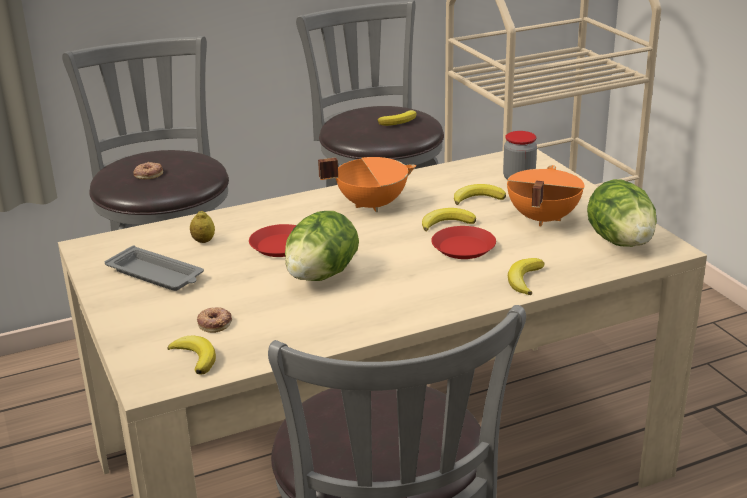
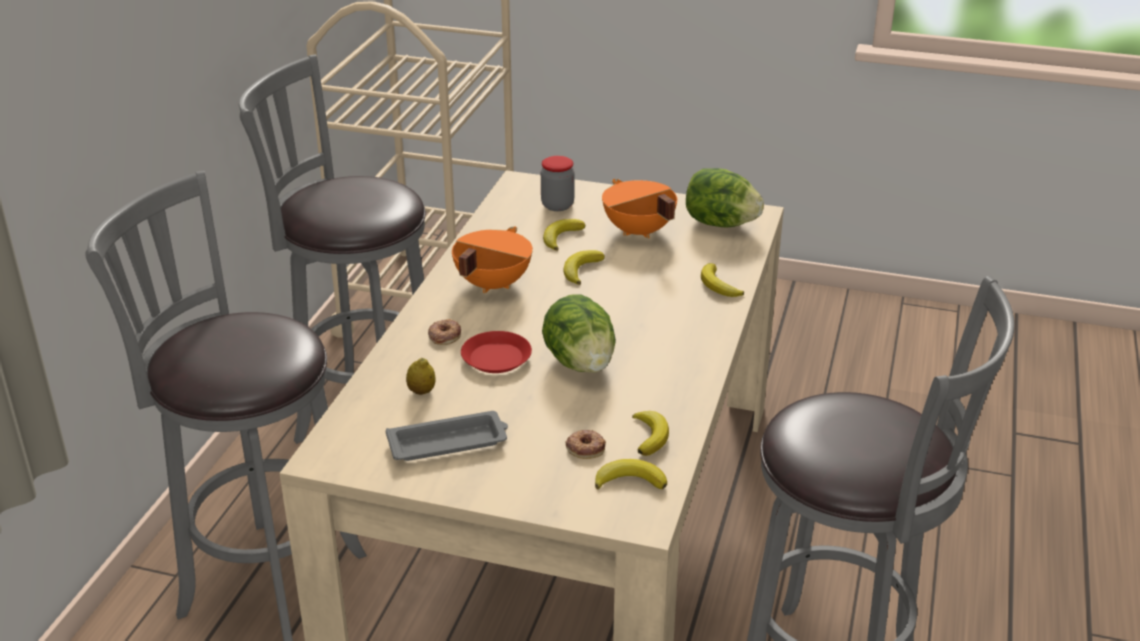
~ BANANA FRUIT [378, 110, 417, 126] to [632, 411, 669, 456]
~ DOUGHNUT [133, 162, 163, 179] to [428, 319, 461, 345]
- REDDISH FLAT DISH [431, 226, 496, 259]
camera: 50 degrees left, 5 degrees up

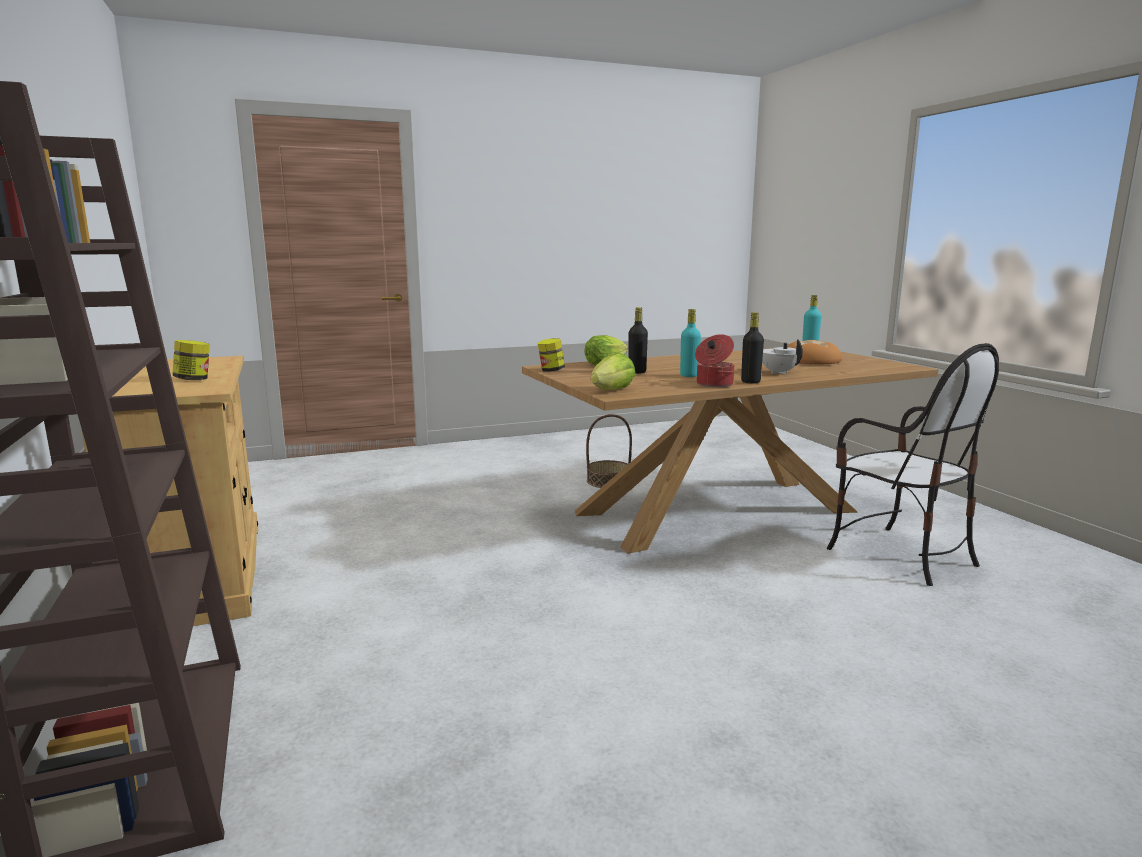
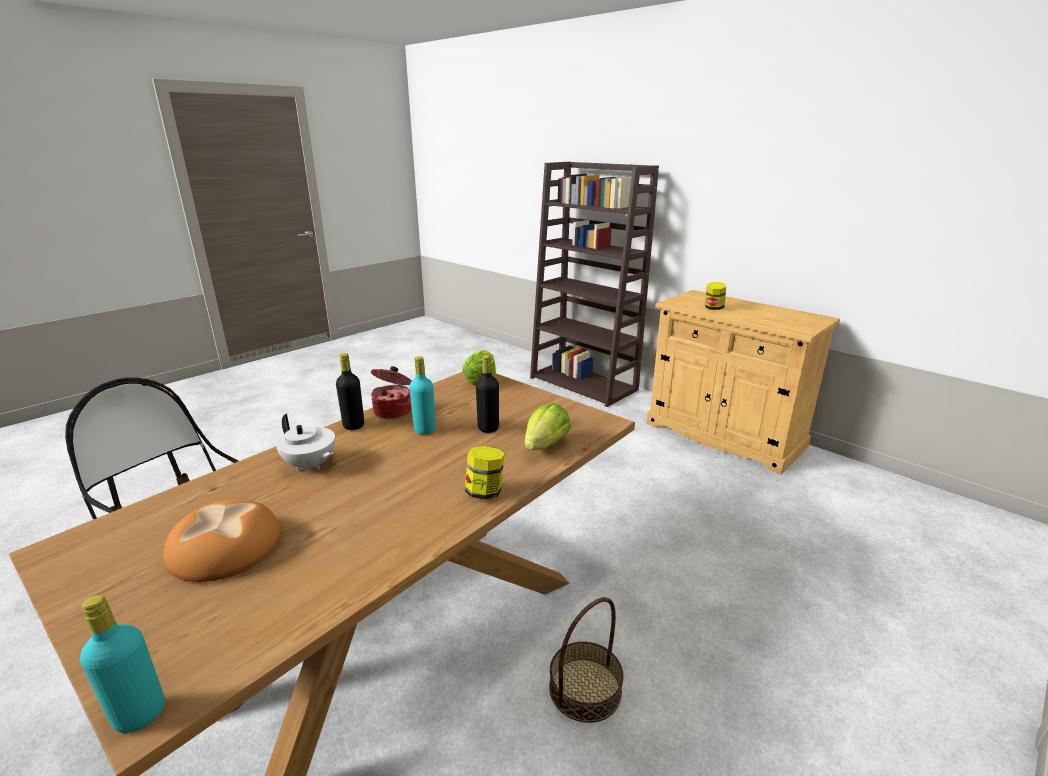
~ STORAGE JAR [537, 338, 565, 372] to [465, 446, 505, 500]
camera: 155 degrees right, 10 degrees up

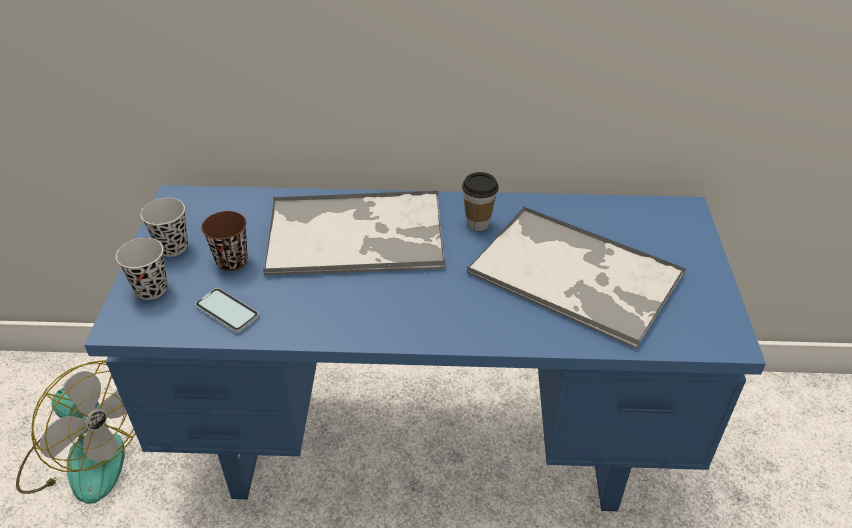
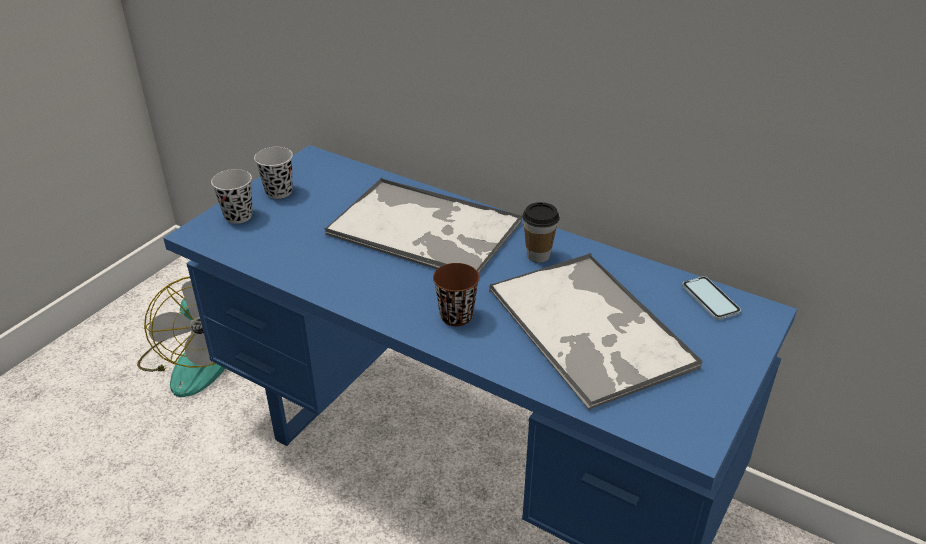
~ BROWN SMALL CUP [201, 211, 248, 271] to [433, 263, 480, 326]
~ PHONE [195, 288, 259, 333] to [682, 276, 741, 320]
camera: 30 degrees right, 5 degrees down

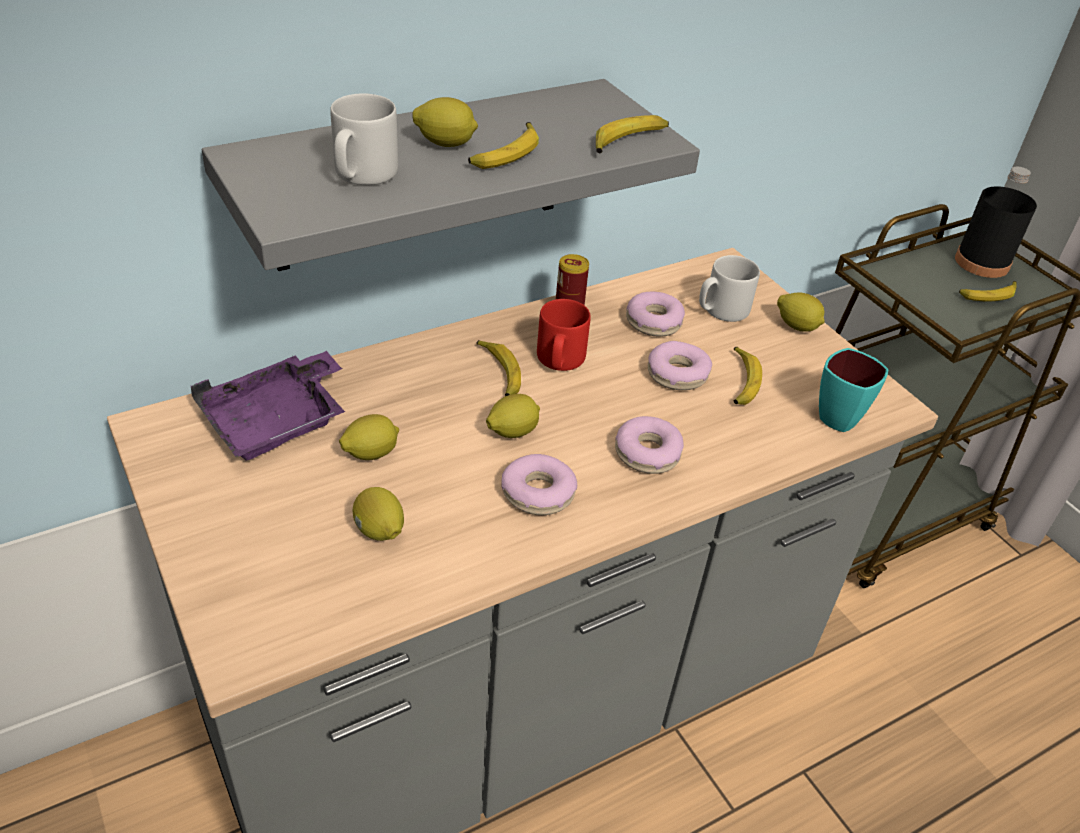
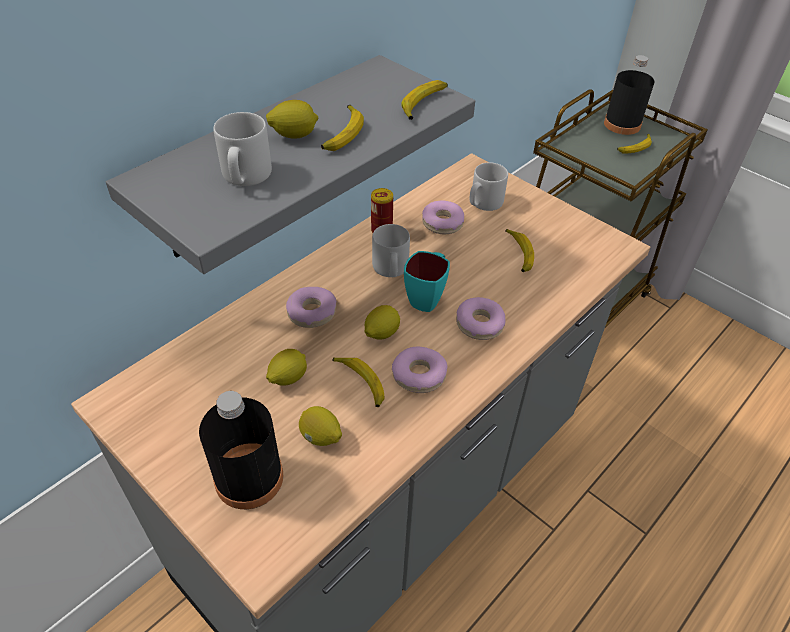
- LEMON [777, 293, 824, 332]
~ REDDISH TEA MUG [537, 299, 591, 371] to GRAY TEA MUG [372, 224, 410, 277]
~ BANANA FRUIT [476, 340, 521, 396] to [332, 358, 384, 407]
~ DOUGHNUT [648, 341, 712, 390] to [286, 287, 336, 328]
~ TURQUOISE TEA MUG [819, 348, 888, 432] to [404, 251, 450, 312]
- PURPLE-COLOURED CARRYING TRAY [191, 351, 345, 460]
+ BLACK BEVERAGE BOTTLE [199, 391, 283, 509]
camera: 15 degrees left, 5 degrees up

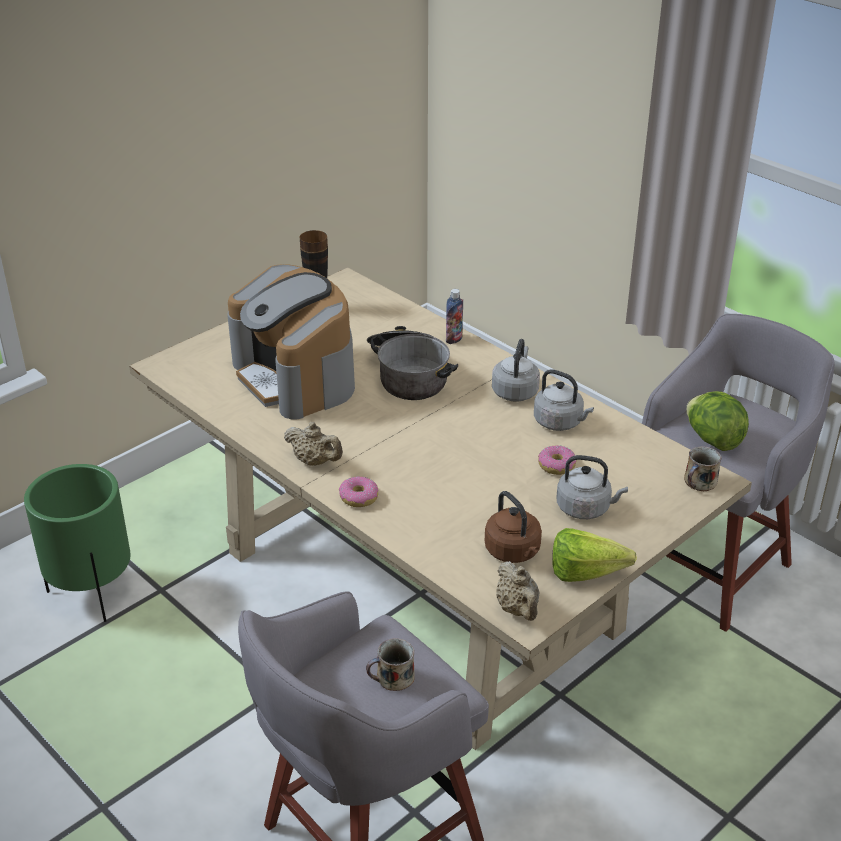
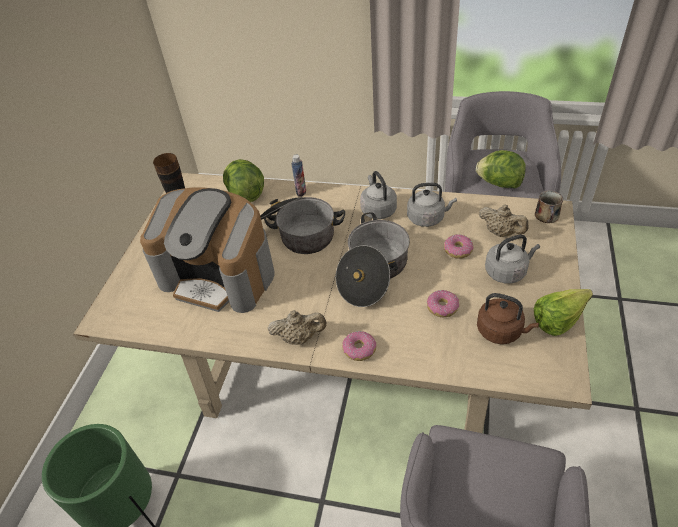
~ SAND-COLOURED POT FOR TEA [496, 561, 540, 621] to [479, 204, 529, 237]
- TEA MUG [366, 638, 415, 691]
+ HEAD OF LETTUCE [223, 159, 264, 202]
+ SAUCEPOT [336, 212, 410, 307]
+ DOUGHNUT [427, 290, 459, 317]
camera: 30 degrees left, 10 degrees up

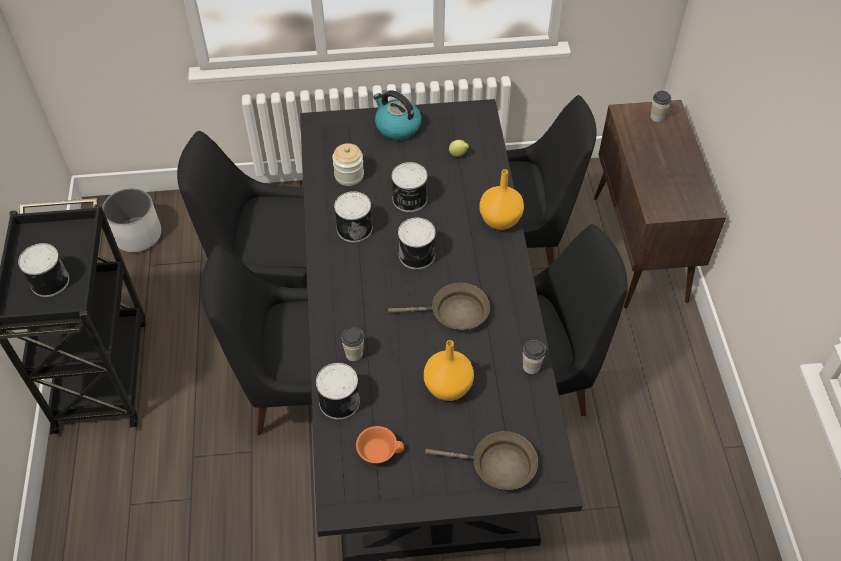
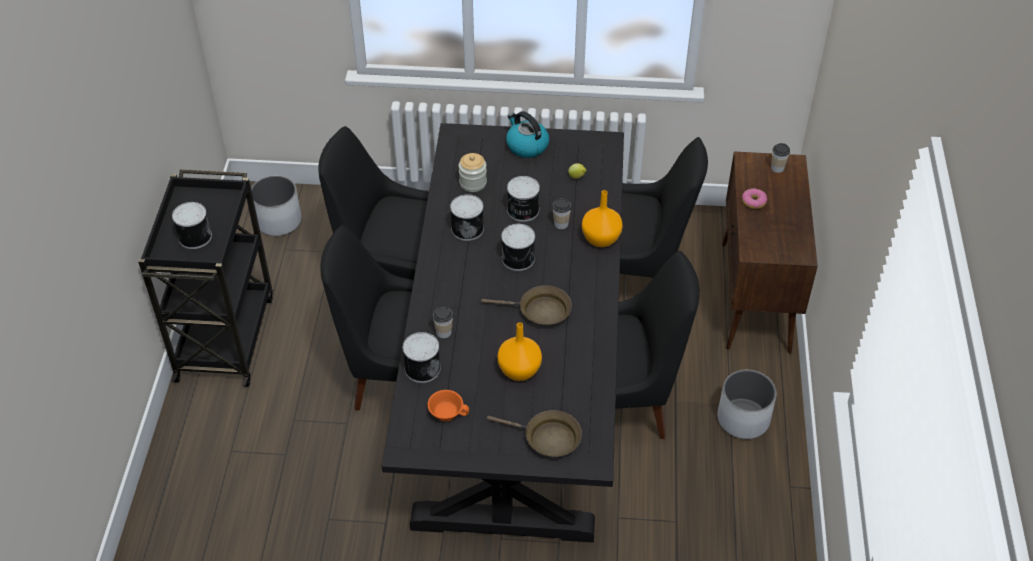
~ SMALL CUP [523, 340, 546, 374] to [553, 199, 571, 229]
+ DOUGHNUT [742, 188, 767, 209]
+ WHITISH PLANTER [717, 370, 777, 439]
camera: 10 degrees right, 5 degrees down

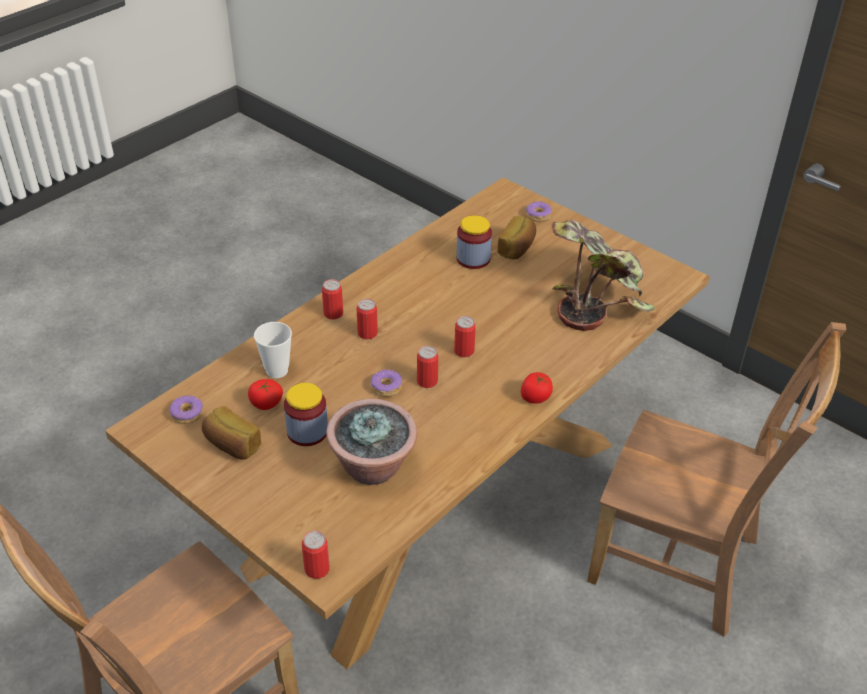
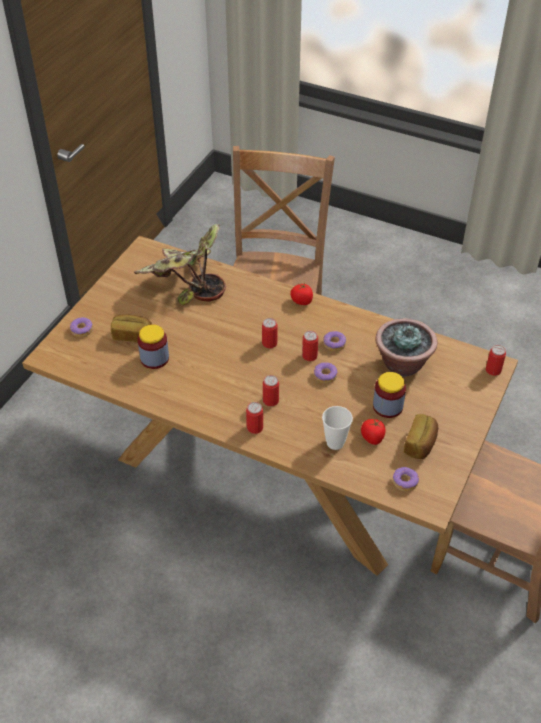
+ DOUGHNUT [323, 331, 346, 351]
camera: 105 degrees left, 5 degrees up

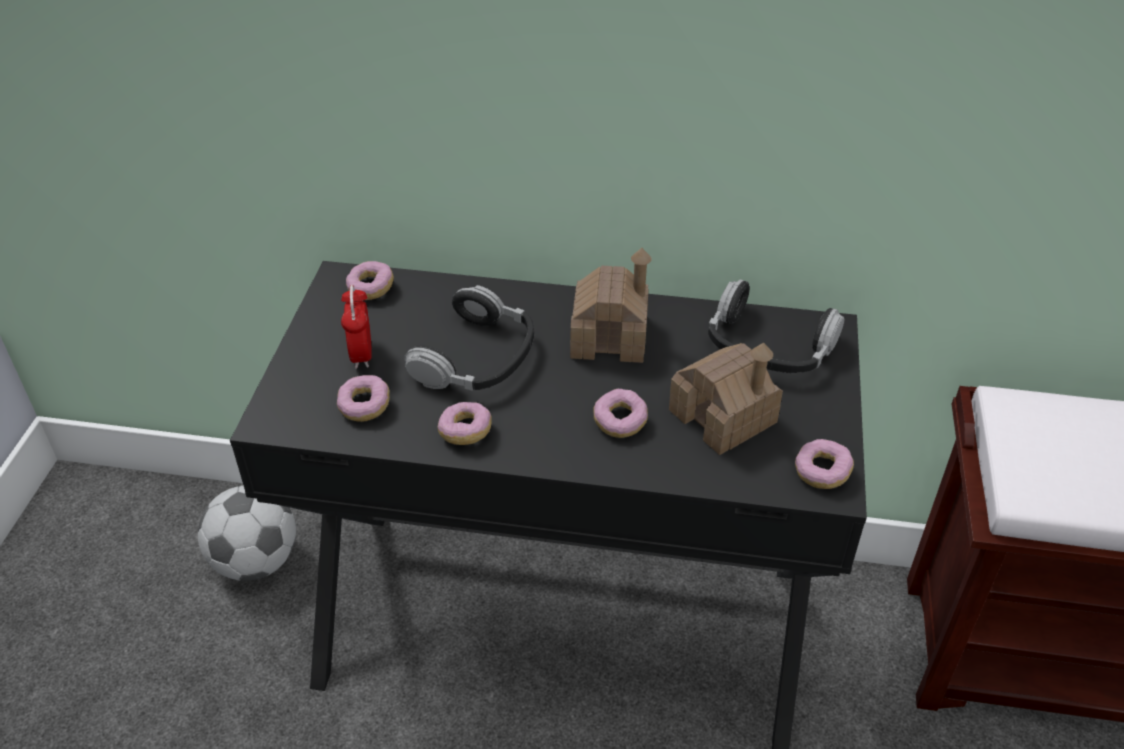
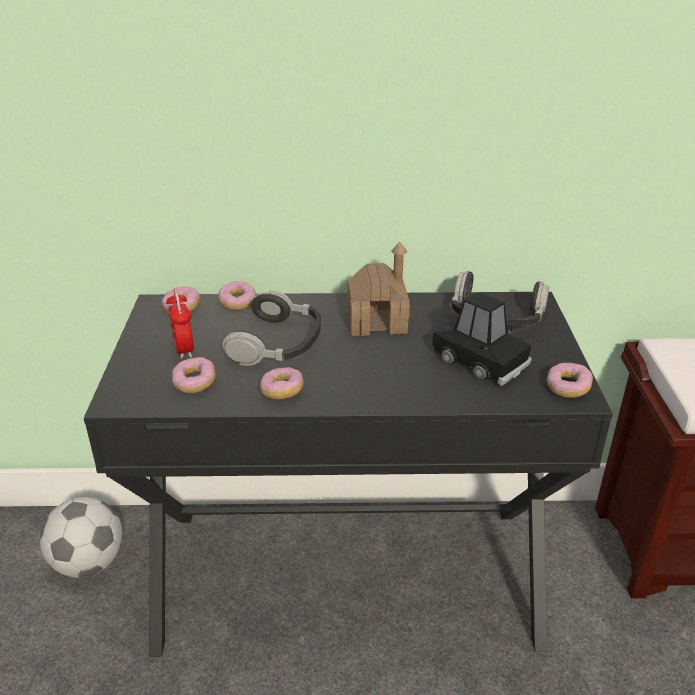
~ MODEL HOUSE [669, 343, 783, 455] to BLACK MINIATURE CAR [432, 292, 532, 386]
~ DOUGHNUT [594, 389, 648, 438] to [218, 281, 256, 311]
camera: 10 degrees left, 10 degrees down

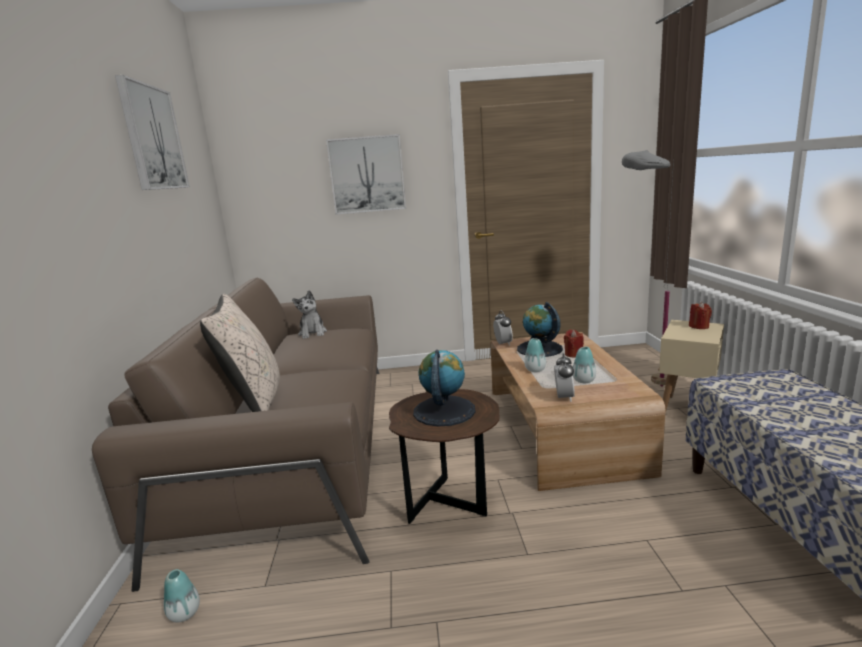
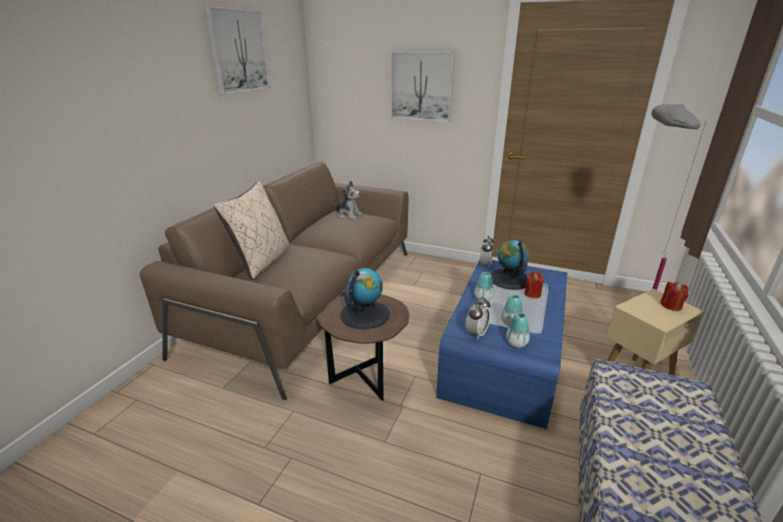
~ CUDDLY TOY [292, 290, 327, 339] = [332, 181, 363, 219] 75 degrees counterclockwise
~ BROWN LOUNGE TABLE [491, 332, 665, 491] to BLUE-COLOURED LOUNGE TABLE [436, 259, 567, 429]
~ DECORATIVE VASE [164, 569, 200, 622] to [506, 312, 530, 348]
camera: 25 degrees right, 10 degrees up

